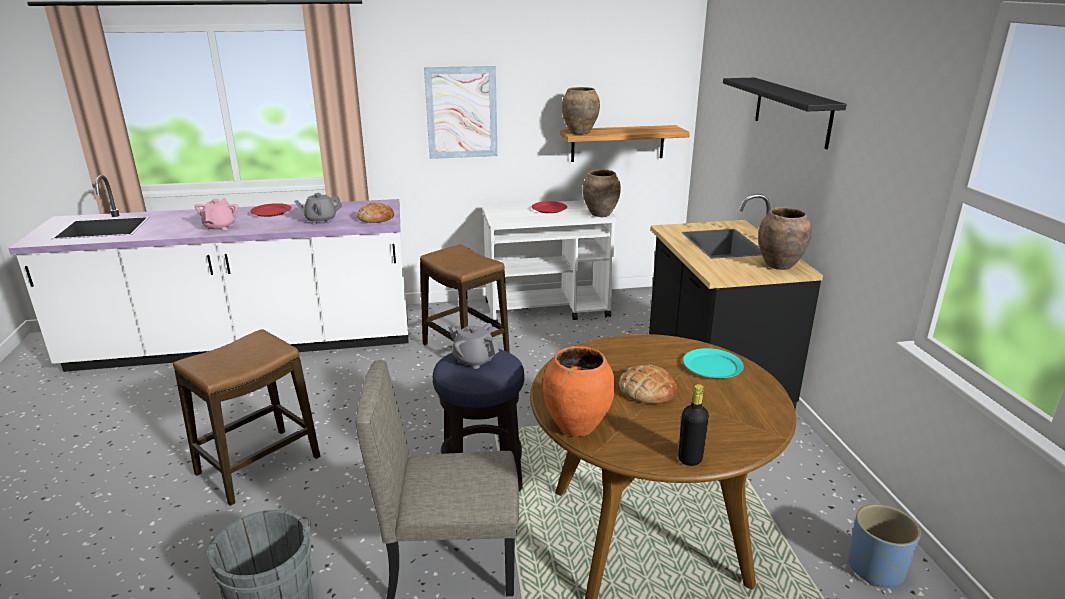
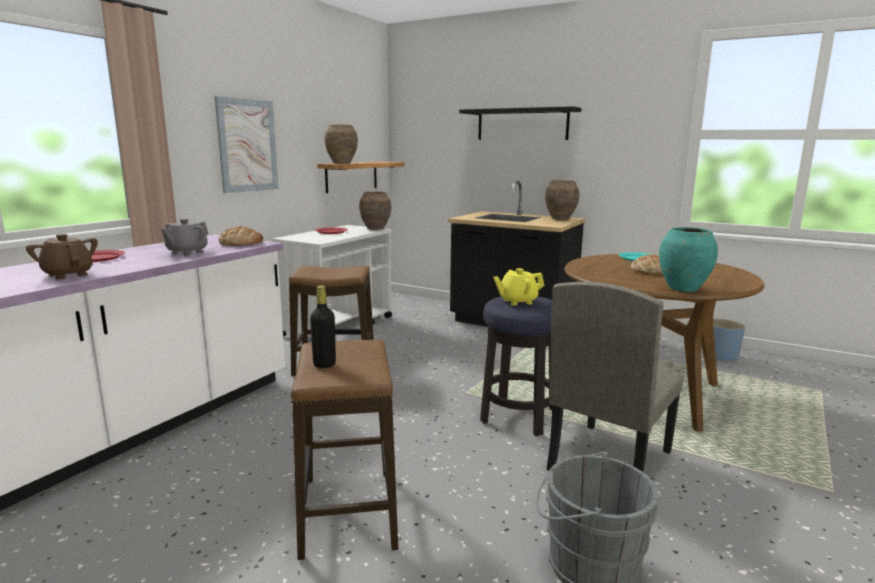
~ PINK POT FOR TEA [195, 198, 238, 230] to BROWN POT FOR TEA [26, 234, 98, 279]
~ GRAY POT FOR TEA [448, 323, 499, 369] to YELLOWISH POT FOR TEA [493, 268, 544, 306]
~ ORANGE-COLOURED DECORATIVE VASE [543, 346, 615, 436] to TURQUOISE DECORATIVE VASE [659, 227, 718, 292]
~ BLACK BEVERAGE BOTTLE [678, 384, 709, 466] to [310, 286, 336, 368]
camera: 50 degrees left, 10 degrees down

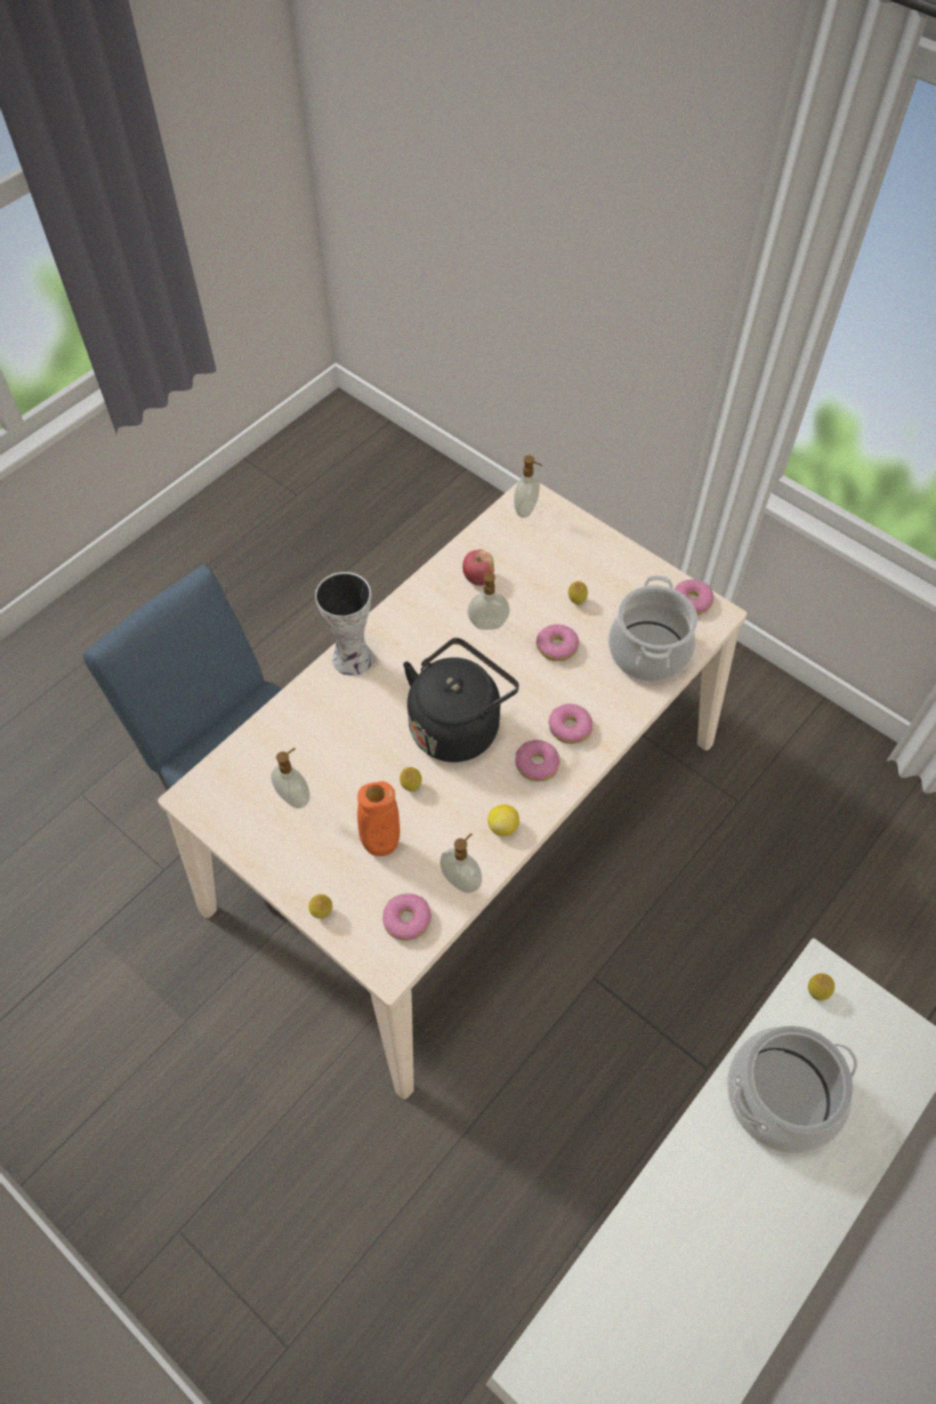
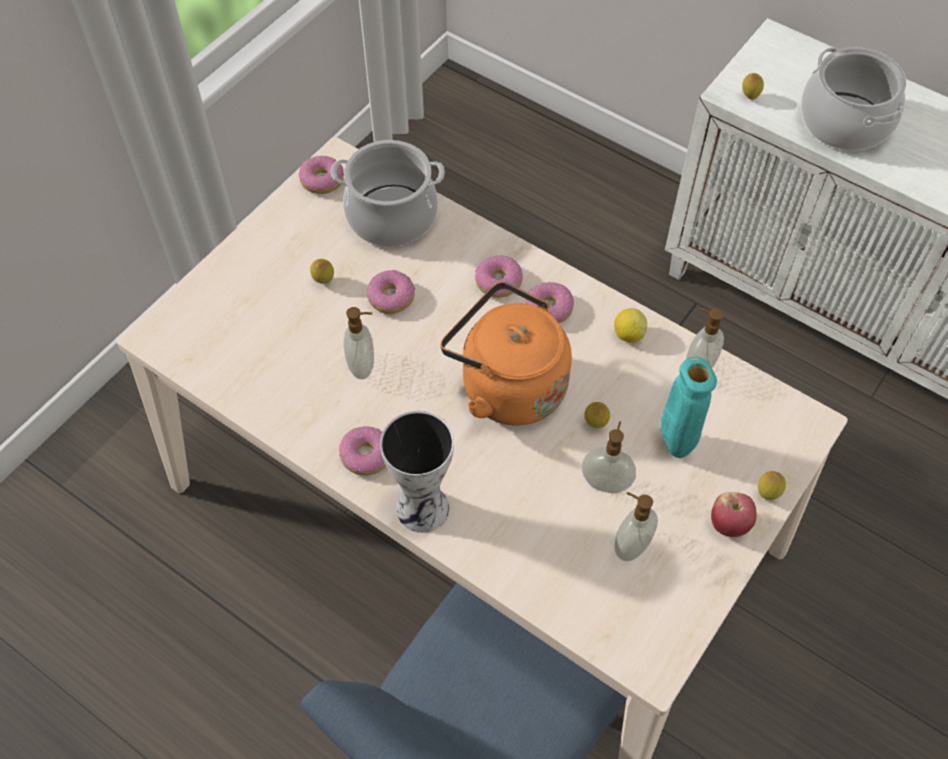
~ SOAP BOTTLE [514, 455, 542, 518] to [582, 421, 636, 494]
~ WHOLE APPLE [463, 550, 494, 586] to [711, 492, 756, 537]
~ BLACK KETTLE [403, 638, 519, 762] to ORANGE-COLOURED KETTLE [441, 282, 572, 426]
~ ORANGE-COLOURED DECORATIVE VASE [357, 781, 400, 856] to TURQUOISE DECORATIVE VASE [660, 356, 717, 458]
~ DOUGHNUT [383, 893, 432, 941] to [339, 426, 386, 476]
camera: 95 degrees left, 0 degrees up

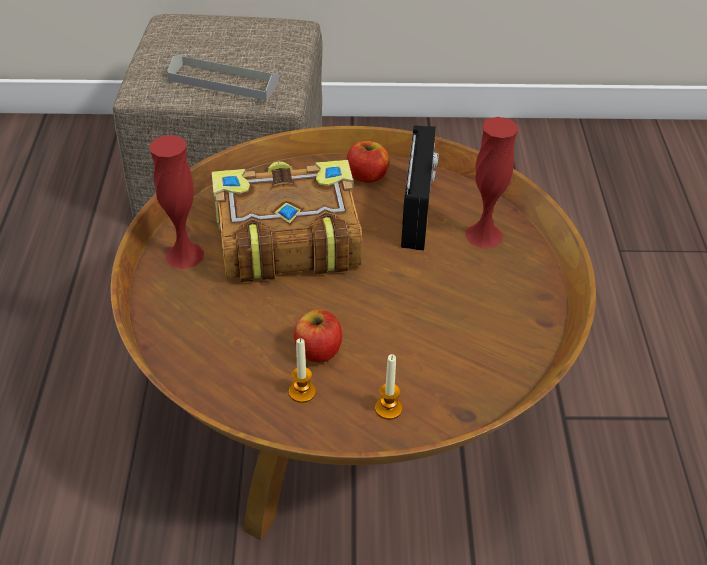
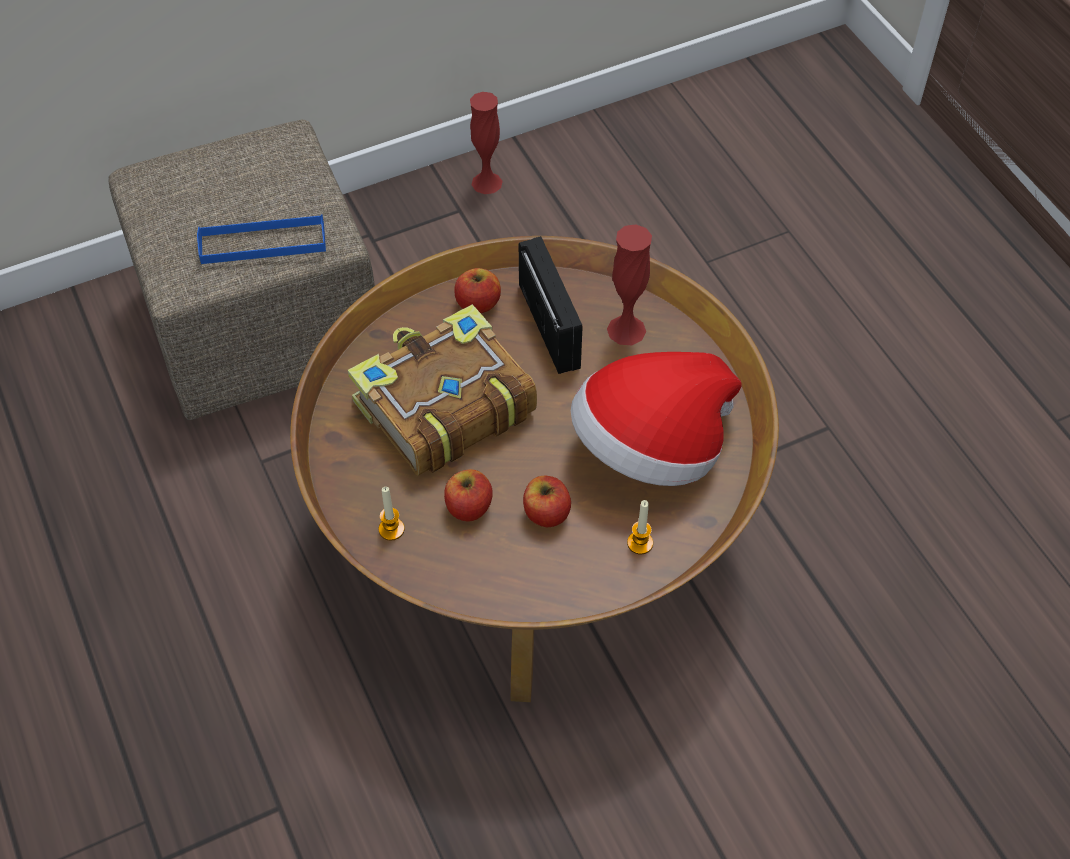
~ GRAY CARRYING TRAY [167, 55, 279, 100] to BLUE-COLOURED CARRYING TRAY [197, 214, 326, 264]
~ REDDISH DECORATIVE VASE [149, 135, 204, 269] to [470, 92, 503, 194]
~ CANDLE [289, 339, 316, 403] to [378, 487, 405, 541]
+ CLOTHING HAT [571, 352, 742, 486]
+ WHOLE APPLE [444, 469, 493, 521]
camera: 25 degrees left, 10 degrees up

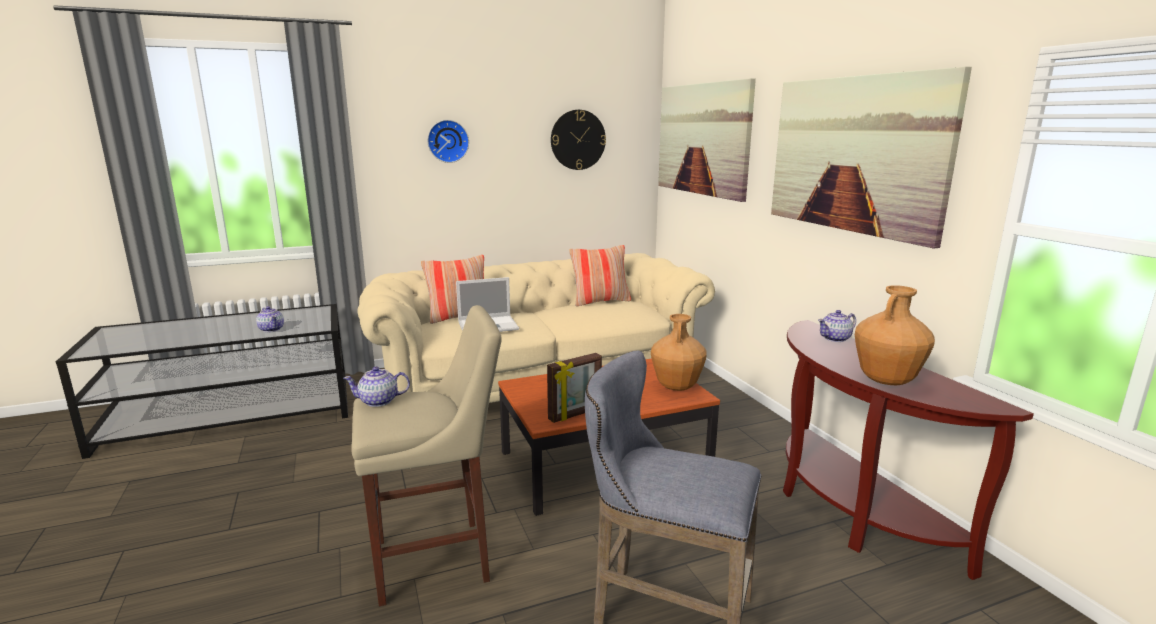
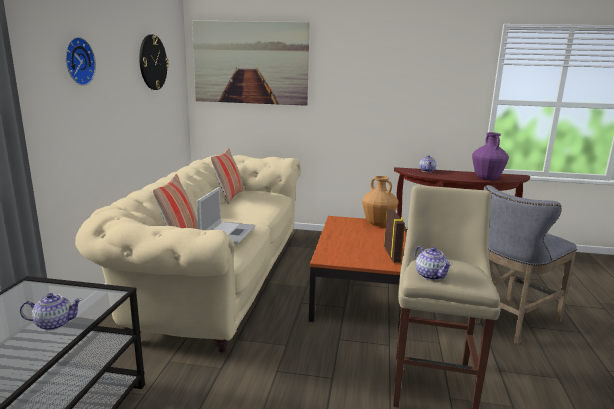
- WALL PICTURE [771, 66, 972, 249]
~ BROWN DECORATIVE VASE [855, 285, 935, 385] to PURPLE-COLOURED DECORATIVE VASE [472, 132, 509, 180]
~ POT FOR TEA [343, 367, 410, 407] = [415, 246, 452, 280] 45 degrees counterclockwise
camera: 60 degrees left, 0 degrees up

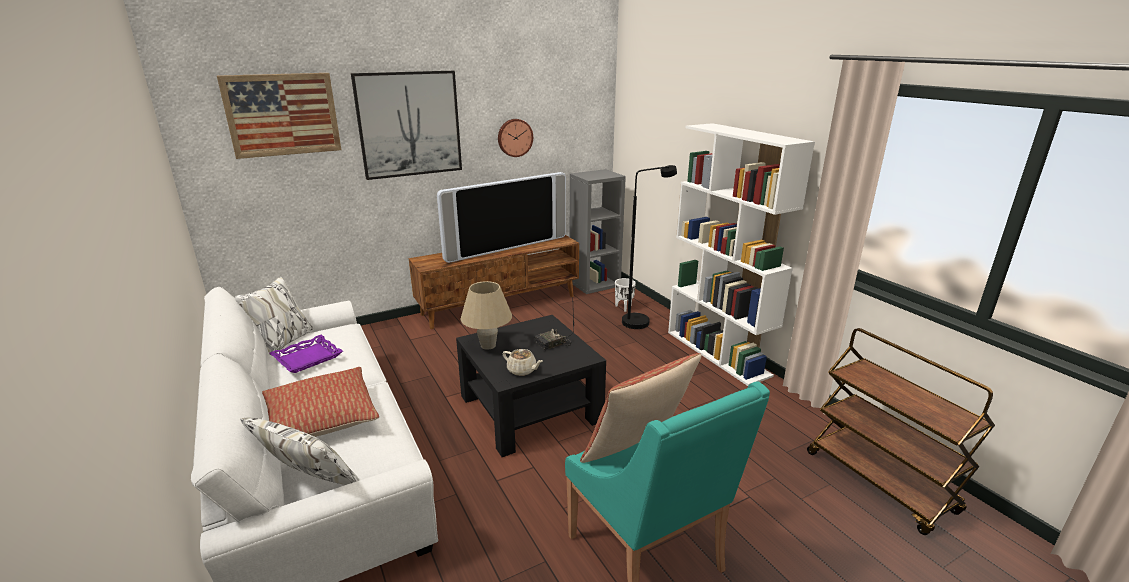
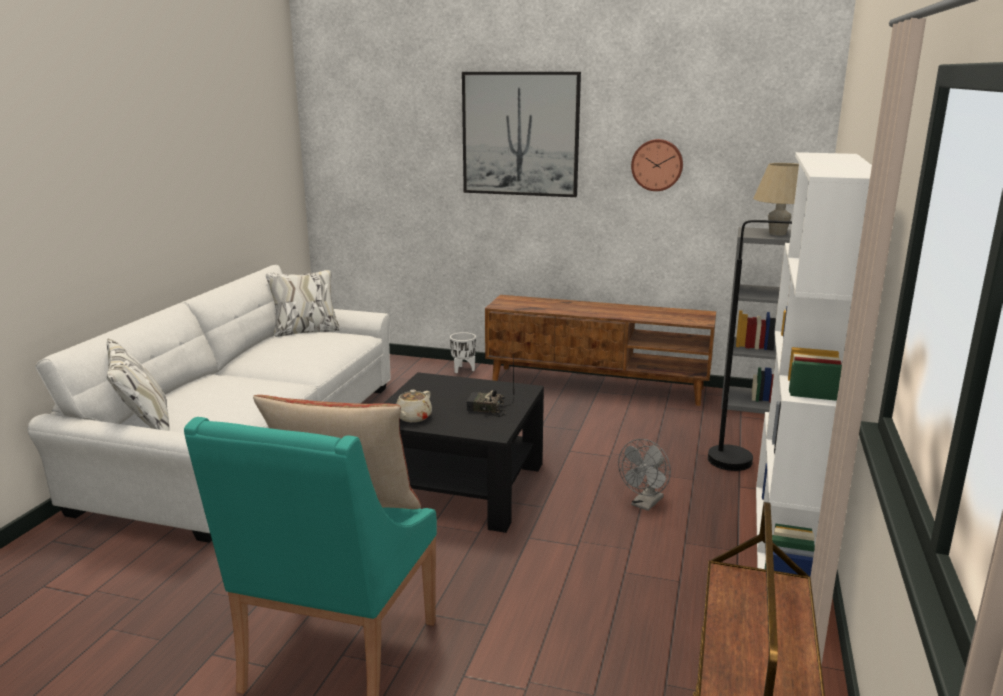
- WALL PICTURE [217, 73, 341, 159]
- TV [437, 172, 566, 263]
~ WHITISH PLANTER [615, 278, 636, 312] to [450, 332, 476, 373]
~ SAND-COLOURED TABLE LAMP [460, 281, 512, 350] to [753, 163, 799, 236]
- PURPLE-COLOURED CARRYING TRAY [270, 335, 343, 373]
~ SAND-COLOURED POT FOR TEA [502, 349, 543, 376] = [396, 390, 432, 422] 45 degrees clockwise
- PILLOW [262, 367, 379, 437]
+ GRAY FAN [618, 439, 671, 511]
camera: 45 degrees right, 5 degrees down

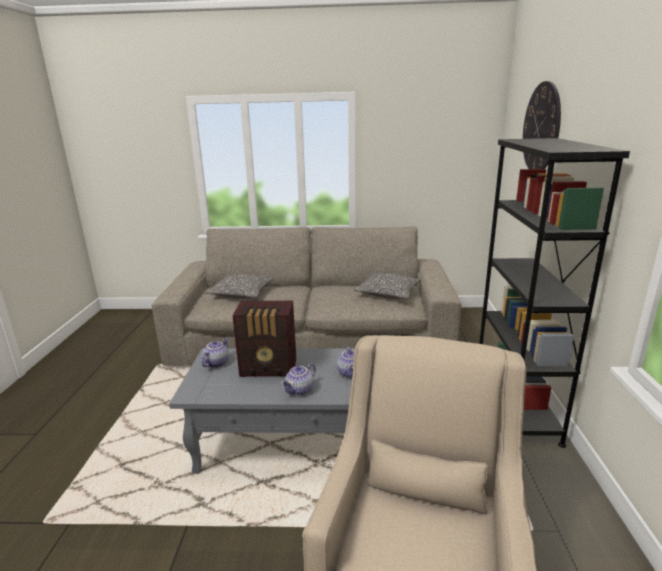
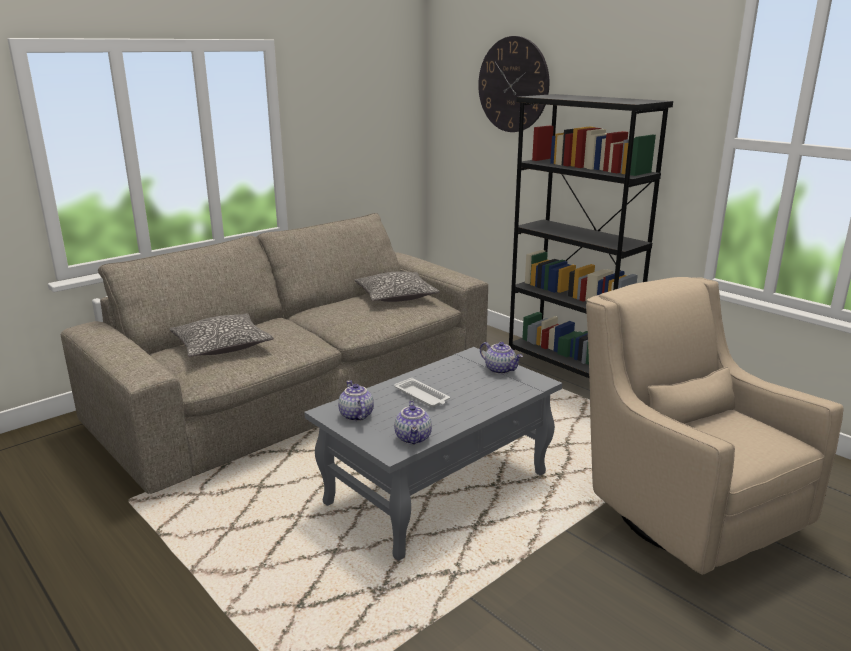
~ RADIO [232, 301, 296, 377] to WHITISH CARRYING TRAY [394, 378, 450, 407]
~ POT FOR TEA [281, 363, 316, 396] to [394, 400, 432, 445]
camera: 45 degrees left, 0 degrees up

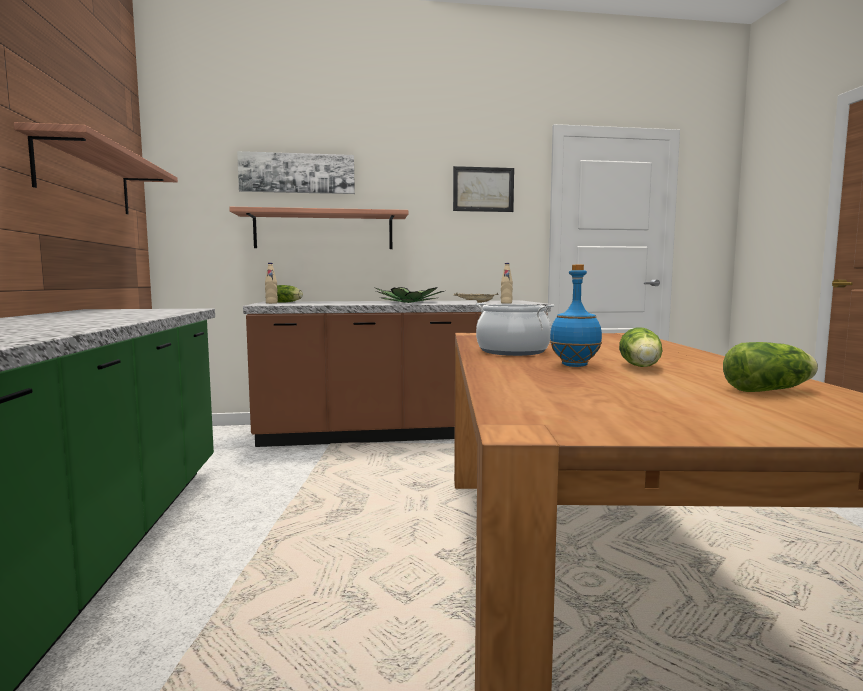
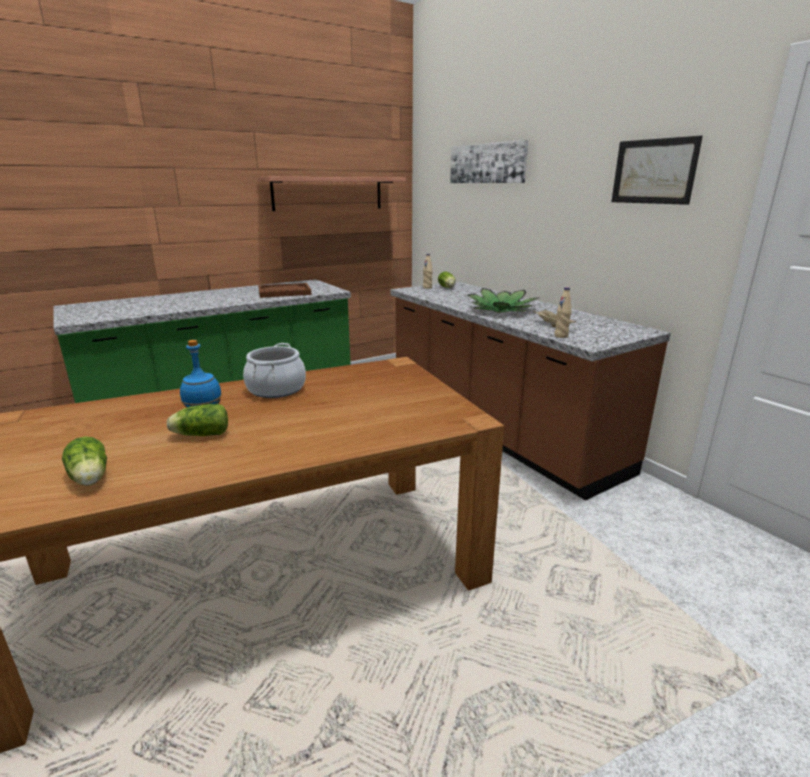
- BRACKET SHELF [229, 207, 408, 249]
+ BROWN CARRYING TRAY [258, 283, 312, 298]
camera: 65 degrees right, 15 degrees up

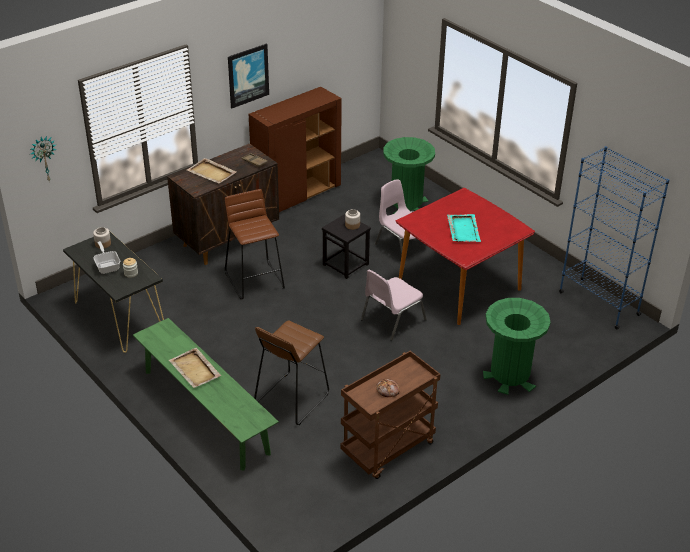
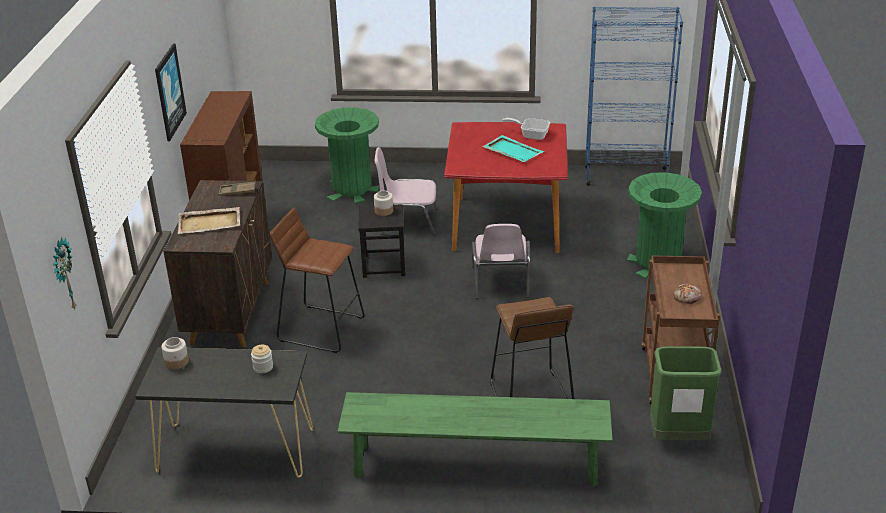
~ PAN [93, 241, 120, 274] to [503, 118, 550, 140]
- SAND-COLOURED CARRYING TRAY [169, 348, 221, 388]
+ GREEN-COLOURED TRASH CAN [650, 346, 722, 440]
camera: 45 degrees left, 5 degrees down

